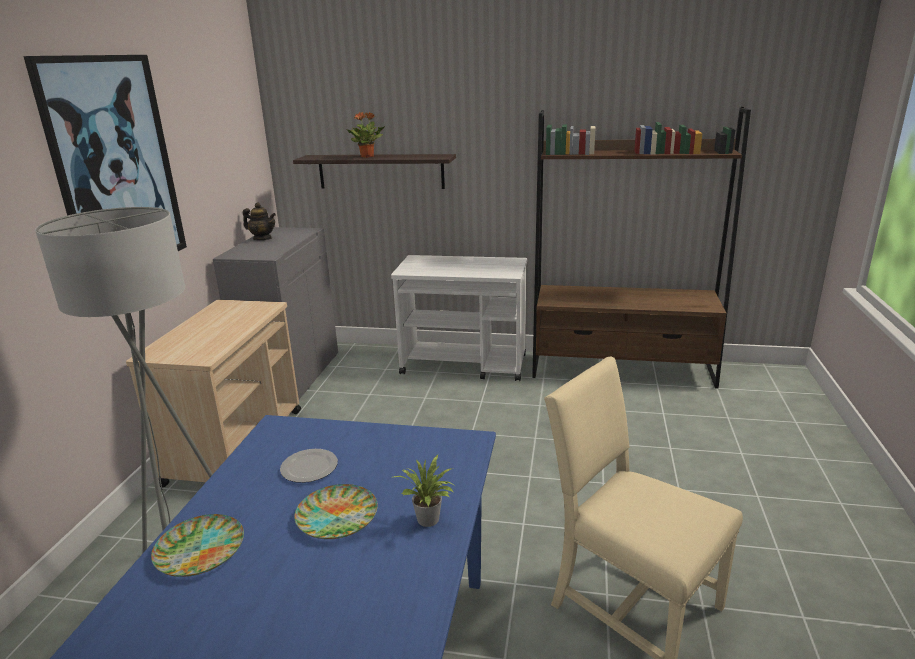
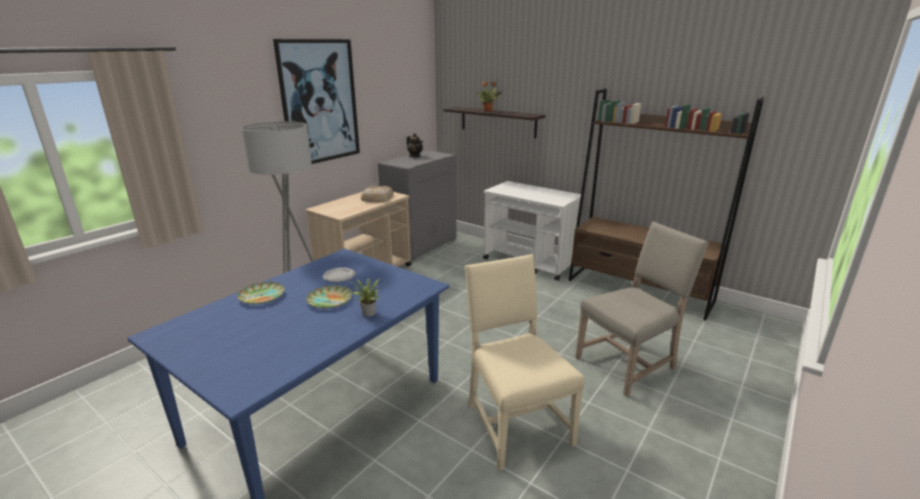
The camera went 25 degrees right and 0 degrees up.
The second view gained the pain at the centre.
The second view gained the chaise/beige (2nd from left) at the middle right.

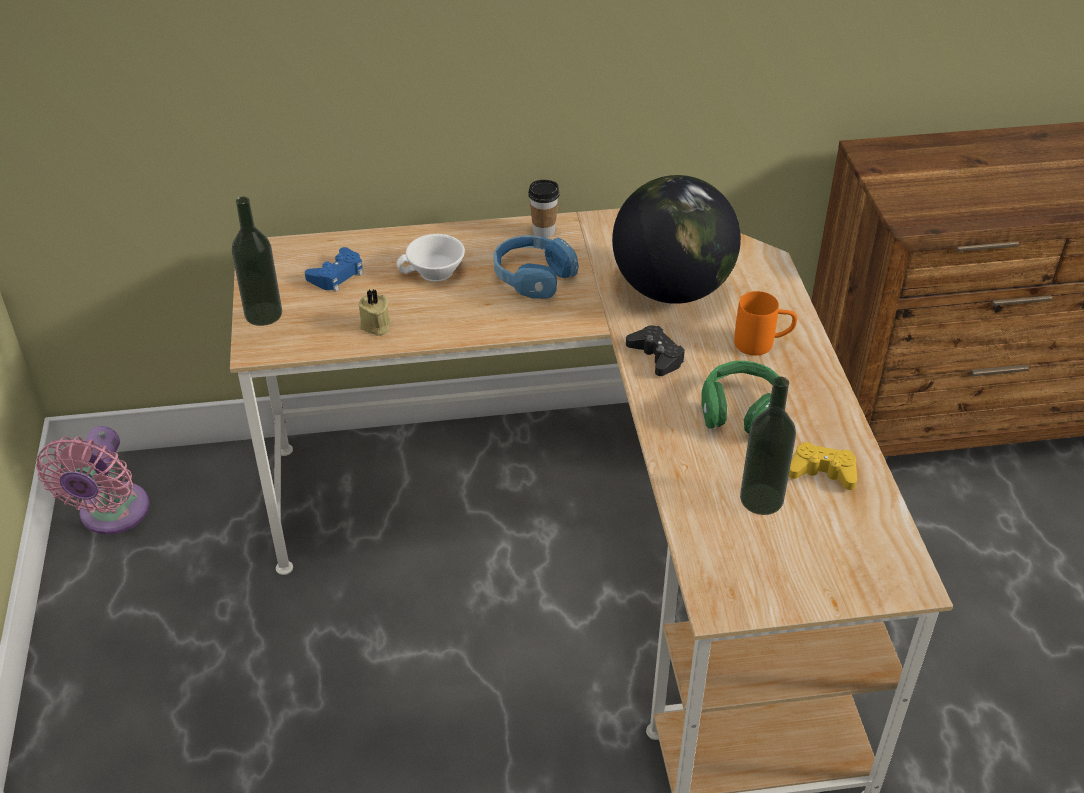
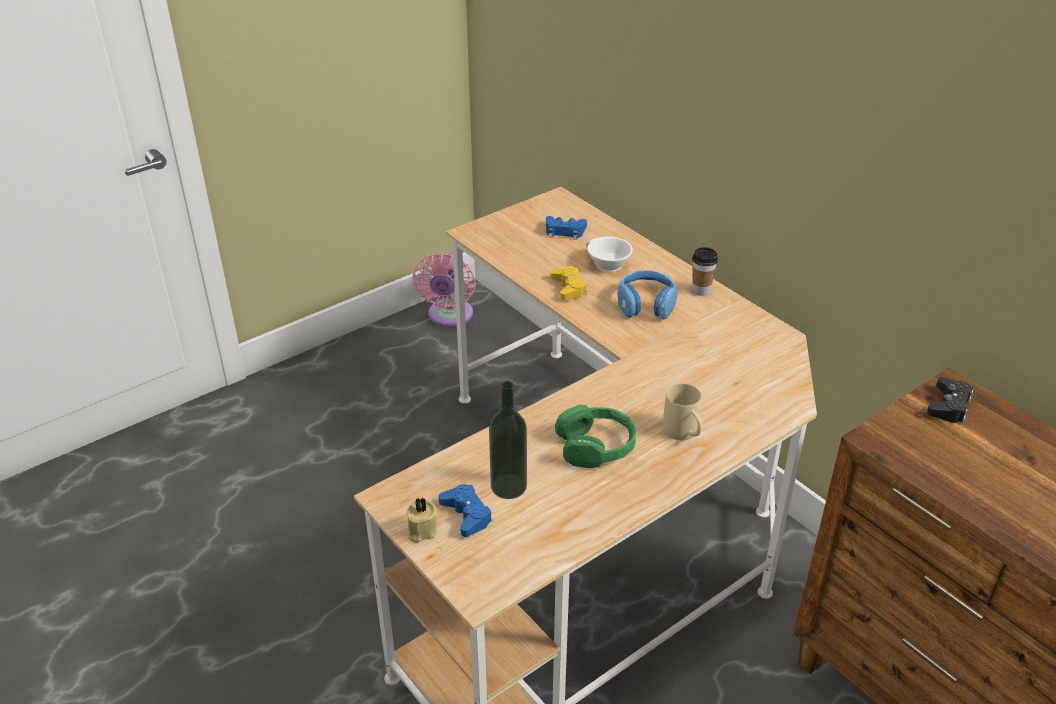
The camera went 60 degrees right and 5 degrees down.
The ventilateur/rose at the middle left ended up facing another way, 60 degrees counterclockwise from before.
The second view lost the bouteille (1st from left) at the top left.
The bougie/beige ended up elsewhere, having gone from the centre to the bottom centre.
The second view lost the globe at the top centre.
The manette/noir ended up elsewhere, having gone from the centre to the middle right.
What was the mug/orange at the middle right turned into the mug/beige at the centre.
The manette/jaune ended up elsewhere, having gone from the middle right to the centre.
The second view gained the manette/bleu (1st from left) at the bottom centre.

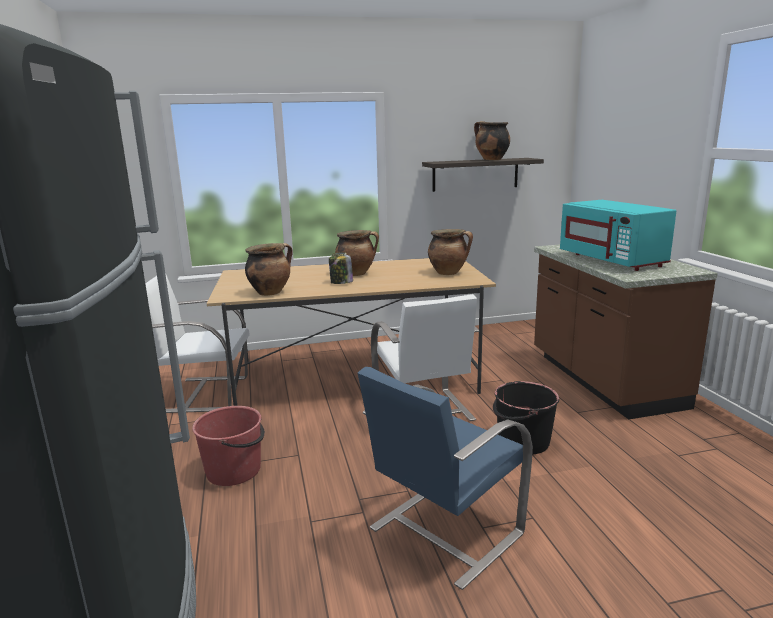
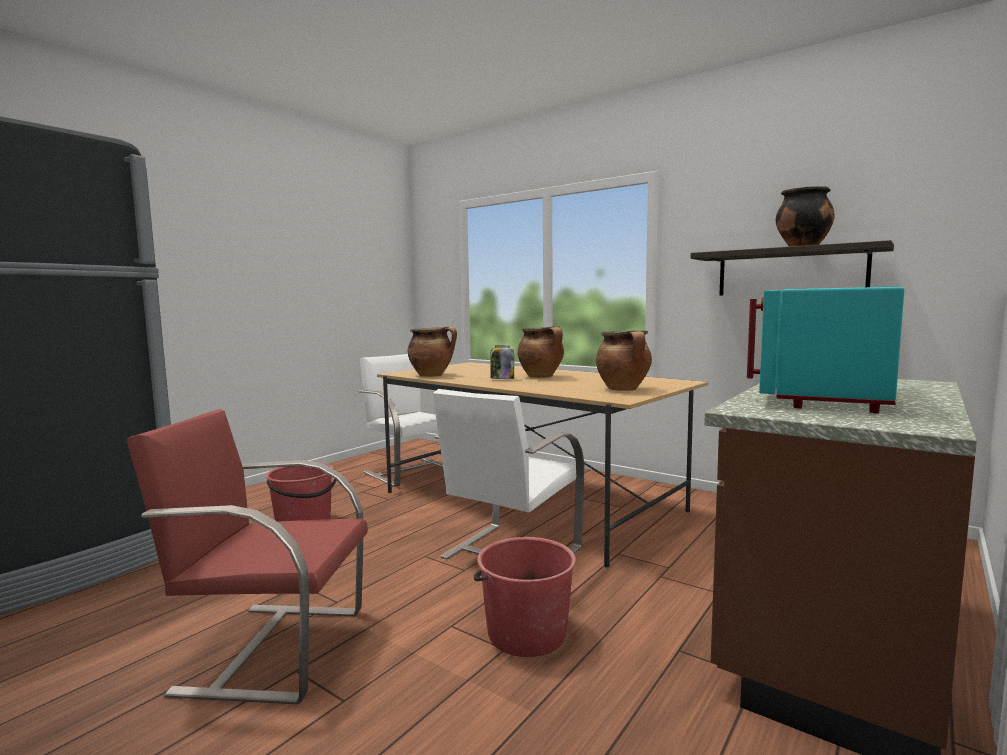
The camera went 50 degrees right and 10 degrees down.
What was the chaise/bleu at the bottom centre turned into the chaise/rouge at the bottom left.
What was the seau/noir at the bottom right turned into the seau/rouge (2nd from left) at the bottom centre.

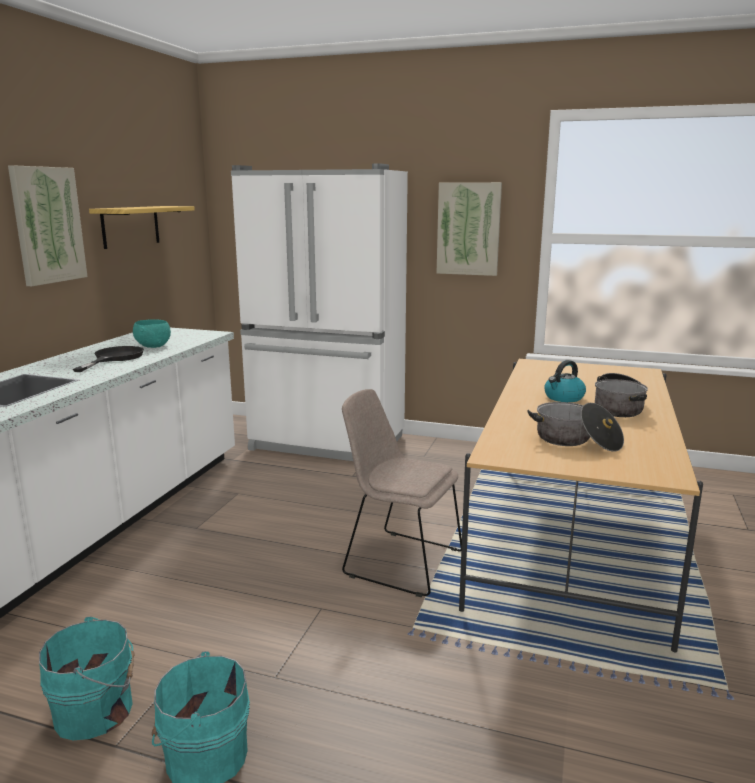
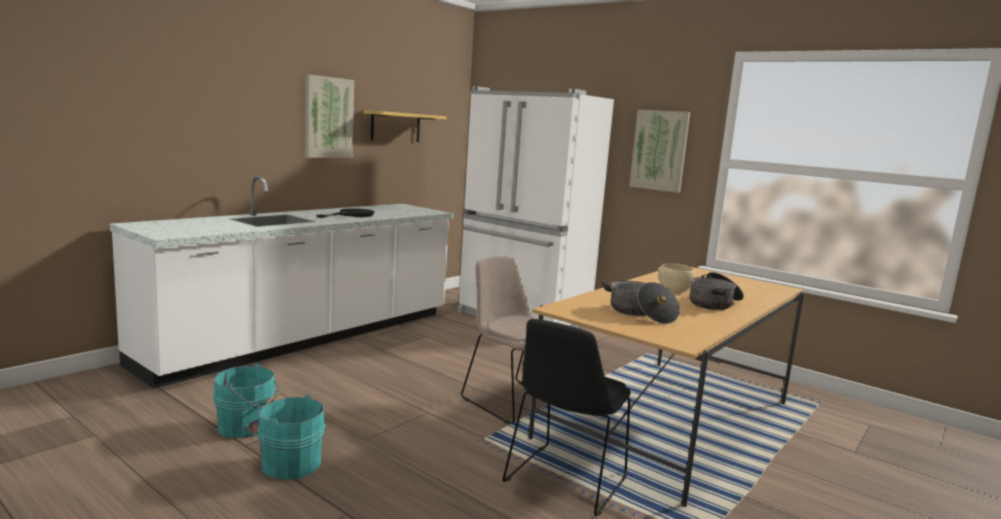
The camera went 20 degrees right and 5 degrees down.
The second view lost the bol/turquoise at the middle left.
Where the bouilloire stood at the middle right, the bol/beige came to stand at the middle right.
The second view gained the chaise/noir at the bottom centre.

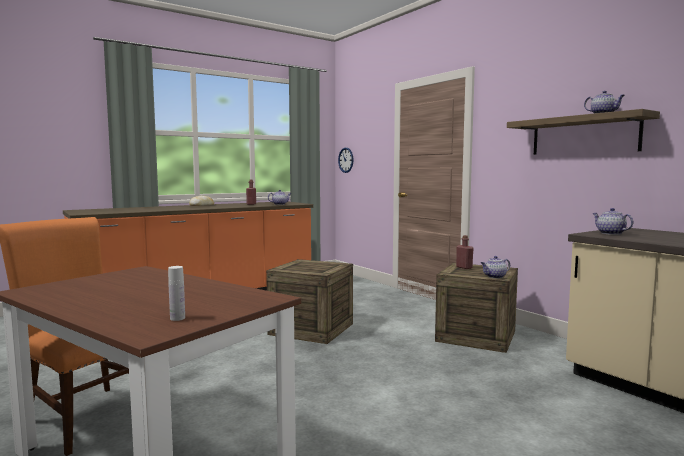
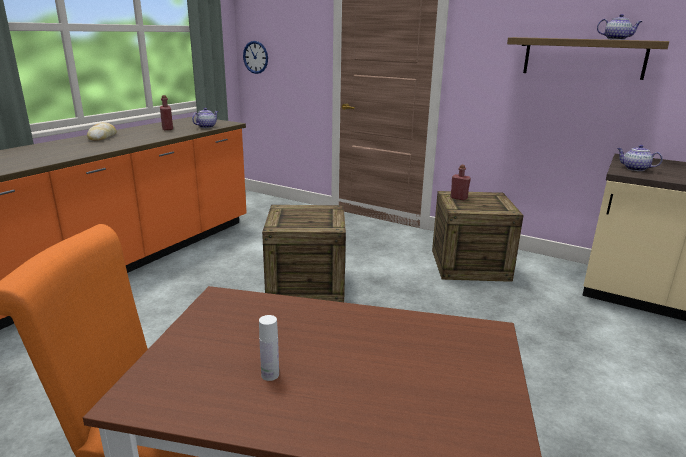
The camera went 25 degrees left and 15 degrees up.
The bouteille/blanc ended up elsewhere, having gone from the middle left to the bottom centre.
The second view lost the théière (2nd from left) at the middle right.

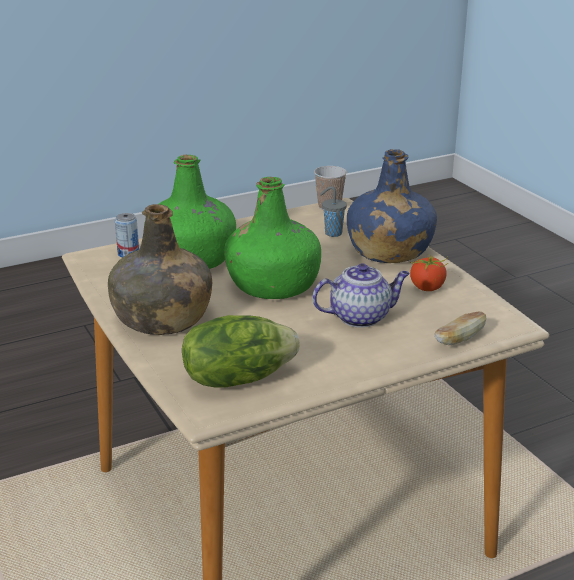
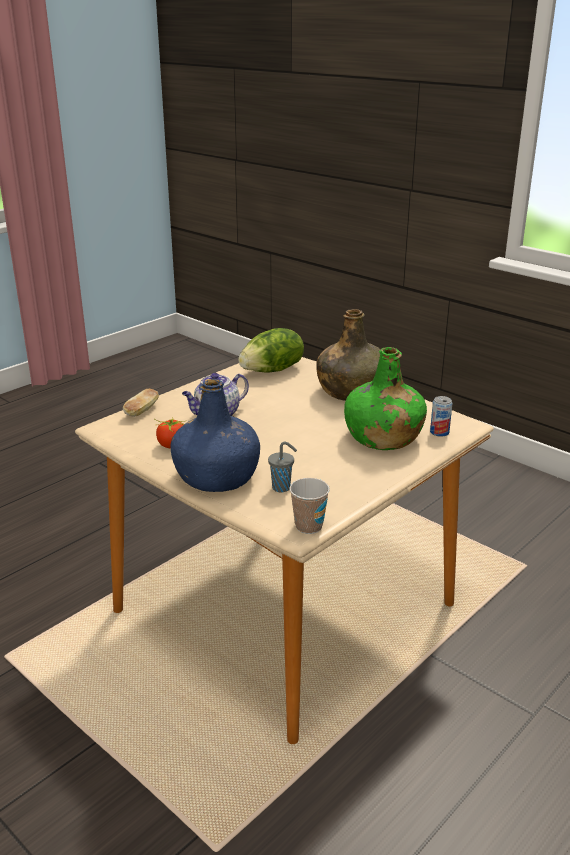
The camera went 160 degrees right and 0 degrees up.
The second view lost the bouteille/vert (3rd from left) at the centre.

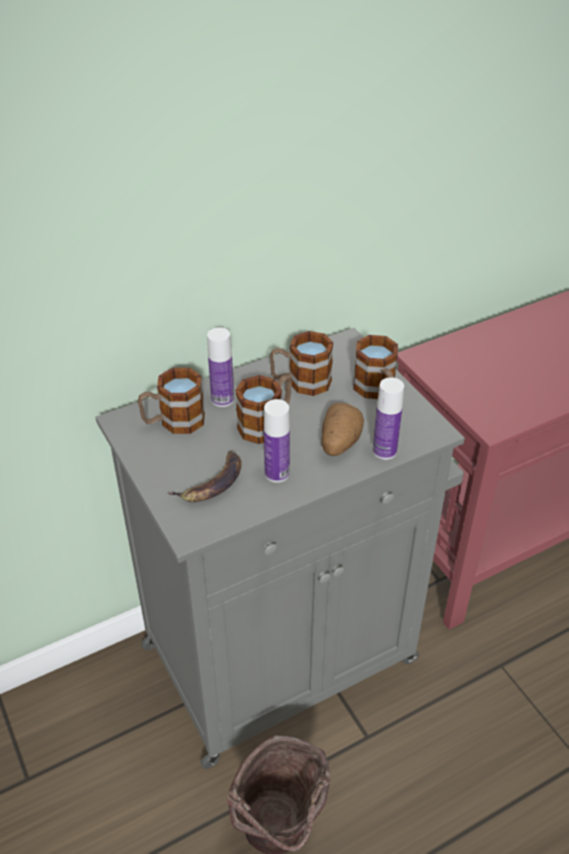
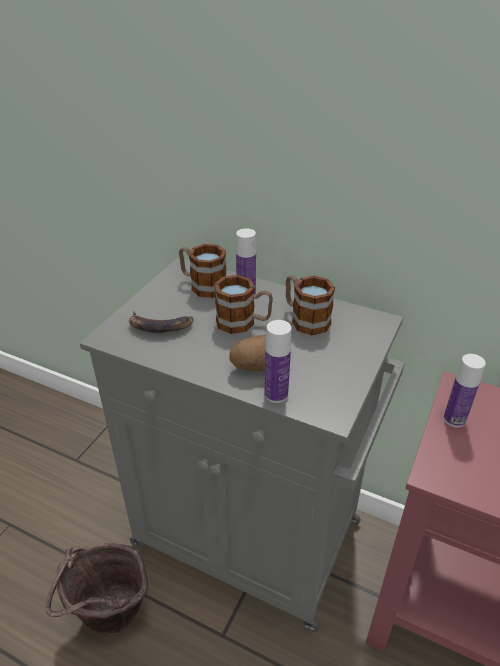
The camera went 55 degrees right and 5 degrees down.
The bouteille (2nd from left in the first image) ended up elsewhere, having gone from the centre to the middle right.
The second view lost the mug (4th from left) at the centre.

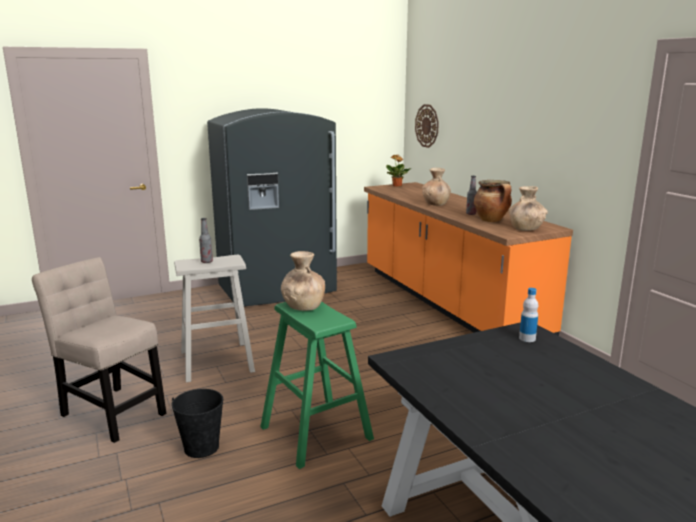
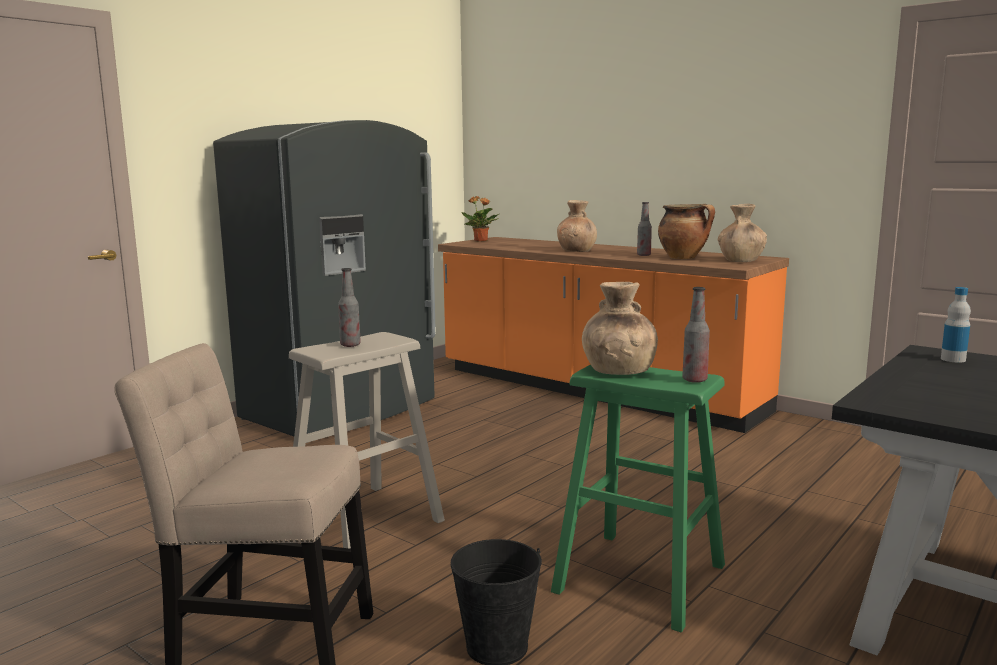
The camera went 25 degrees left and 5 degrees down.
The second view lost the horloge murale at the top centre.
The second view gained the bouteille (3rd from left) at the middle right.

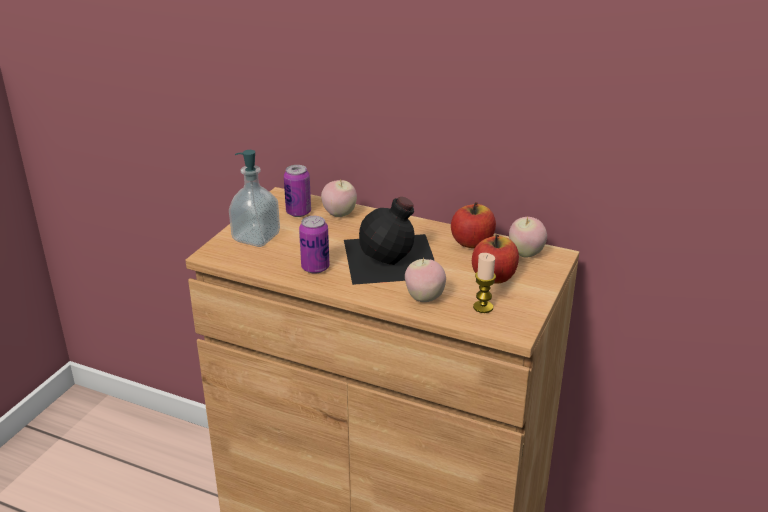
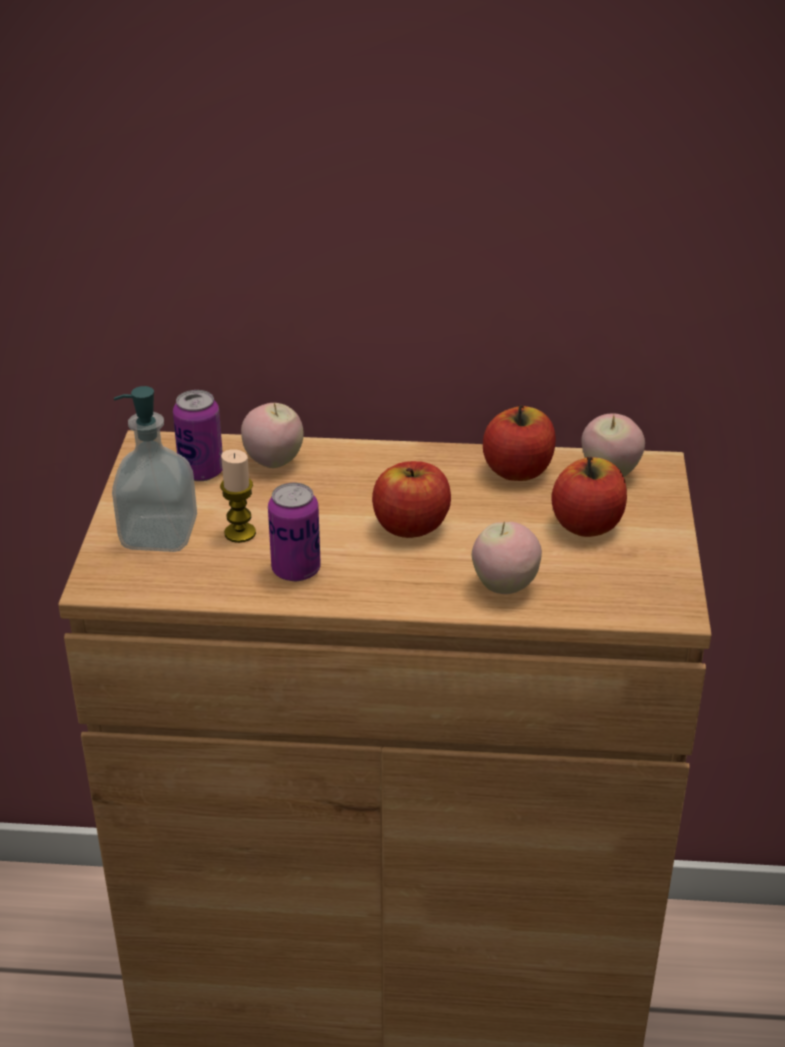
The camera went 20 degrees left and 5 degrees up.
Where the bouteille/noir stood at the centre, the pomme (2nd from left) came to stand at the centre.
The bougie ended up elsewhere, having gone from the centre to the middle left.

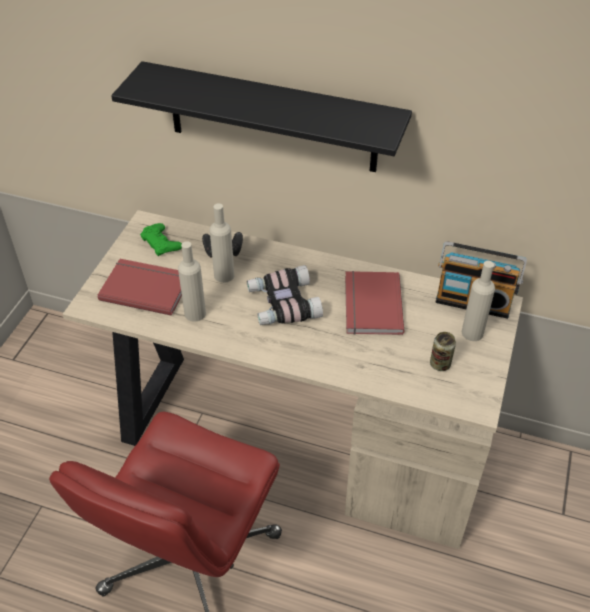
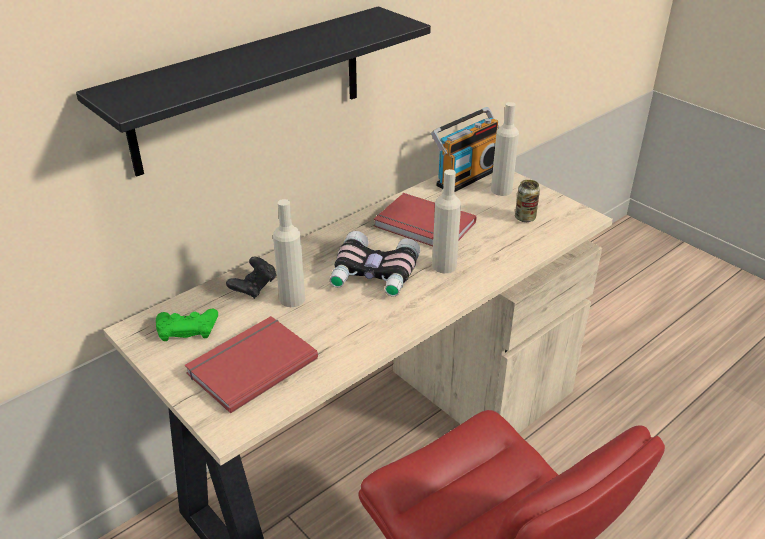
The camera went 60 degrees left and 10 degrees down.
The bouteille/beige (1st from left in the first image) ended up elsewhere, having gone from the middle left to the centre.

